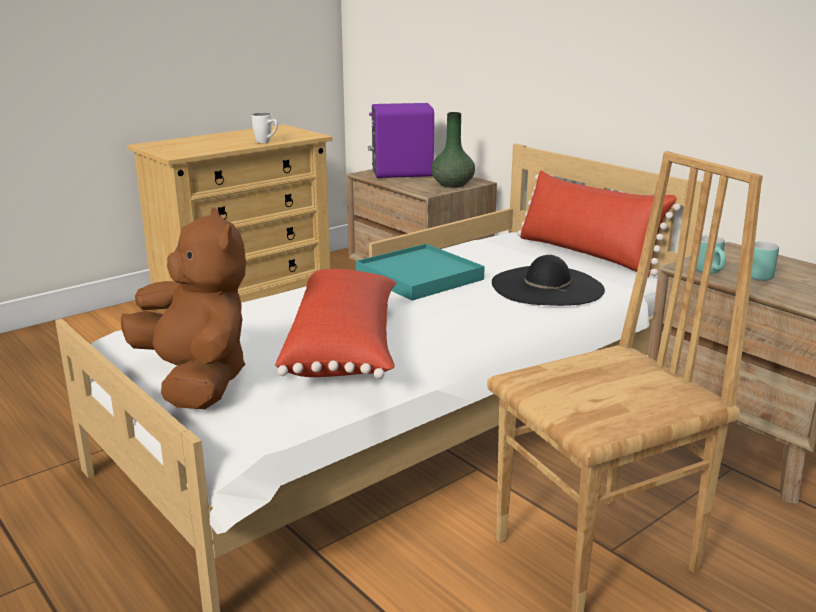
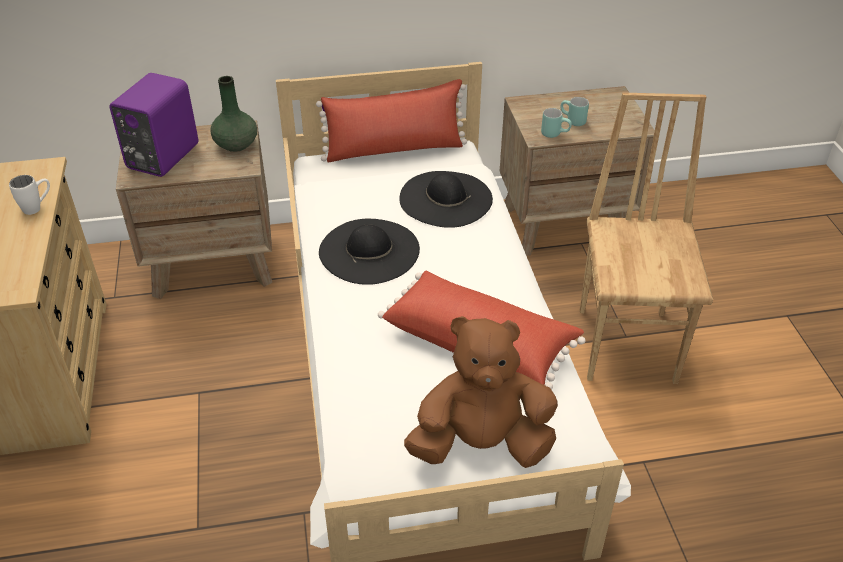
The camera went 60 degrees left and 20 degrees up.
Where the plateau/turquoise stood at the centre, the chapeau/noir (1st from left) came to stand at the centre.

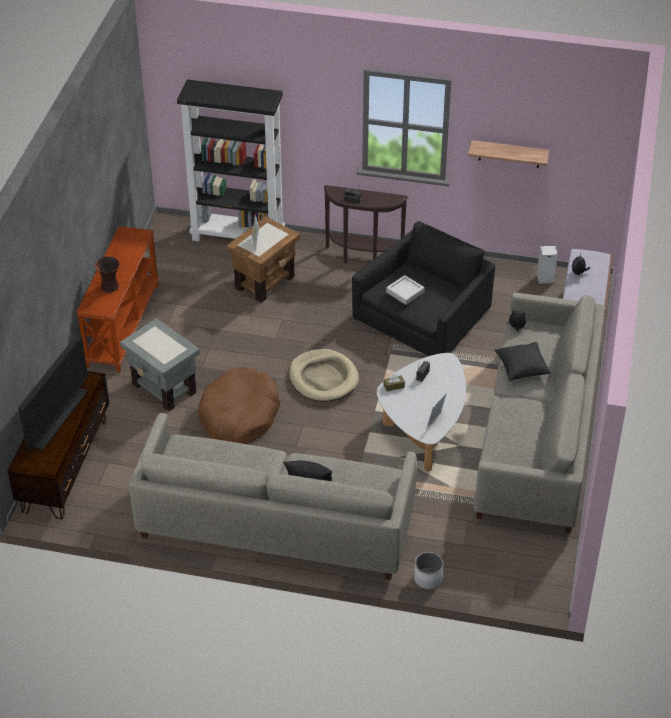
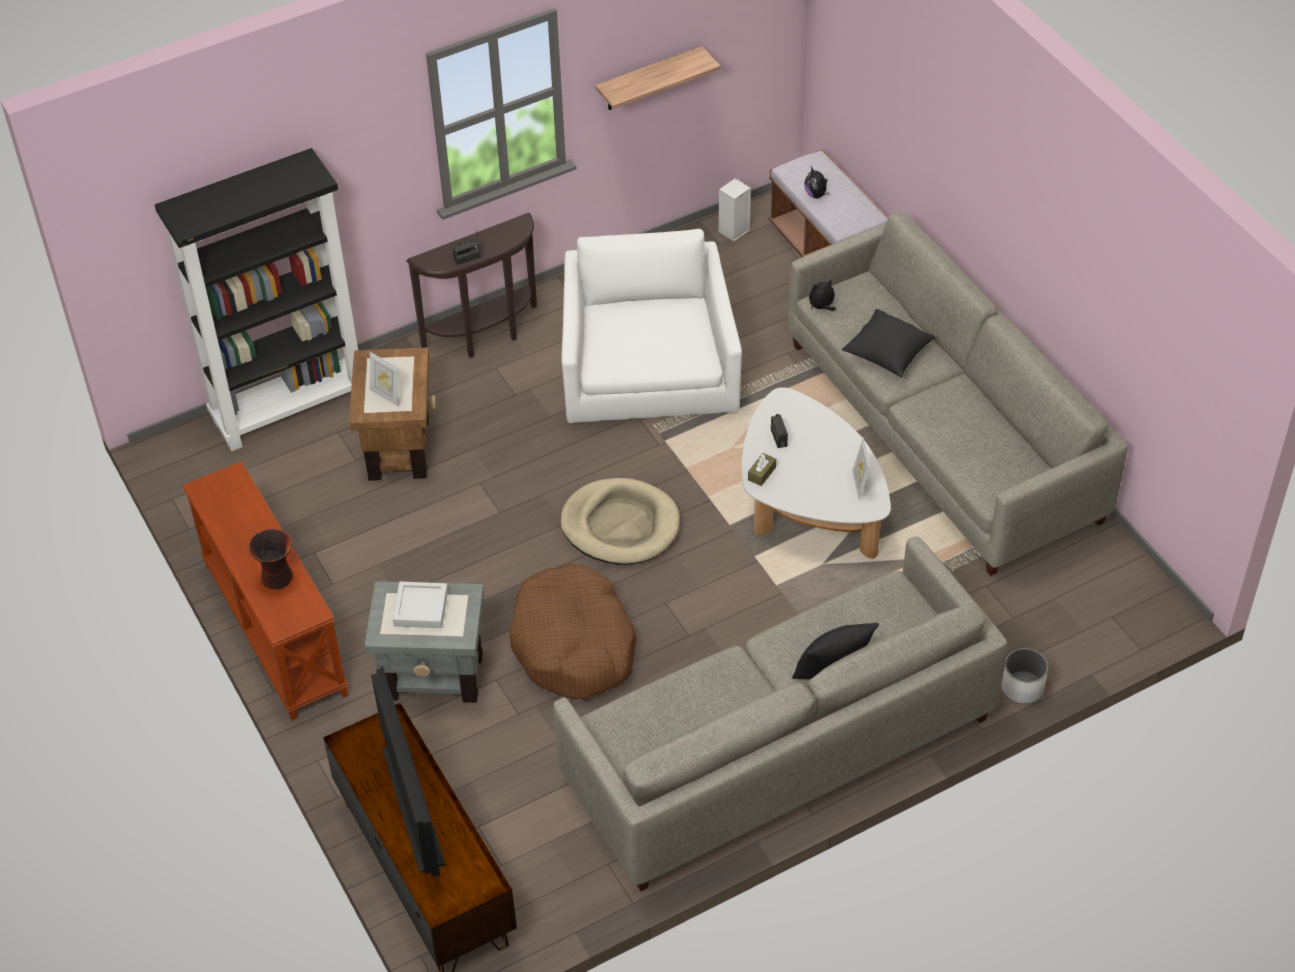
The camera went 40 degrees left and 5 degrees up.
What was the fauteuil/noir at the centre turned into the fauteuil/blanc at the centre.
The plateau/gris ended up elsewhere, having gone from the centre to the middle left.

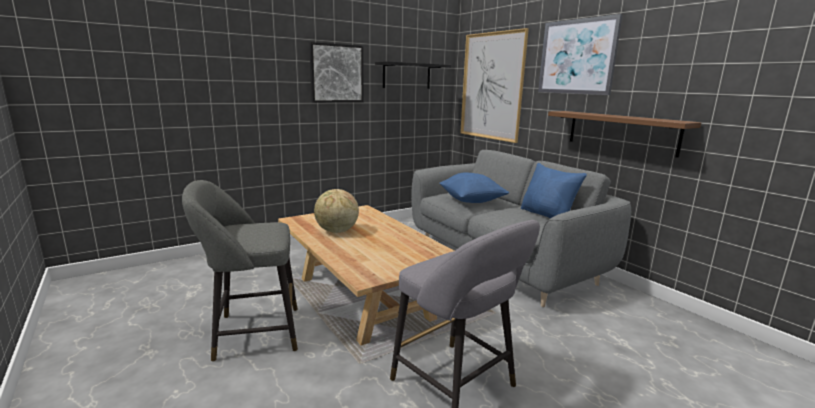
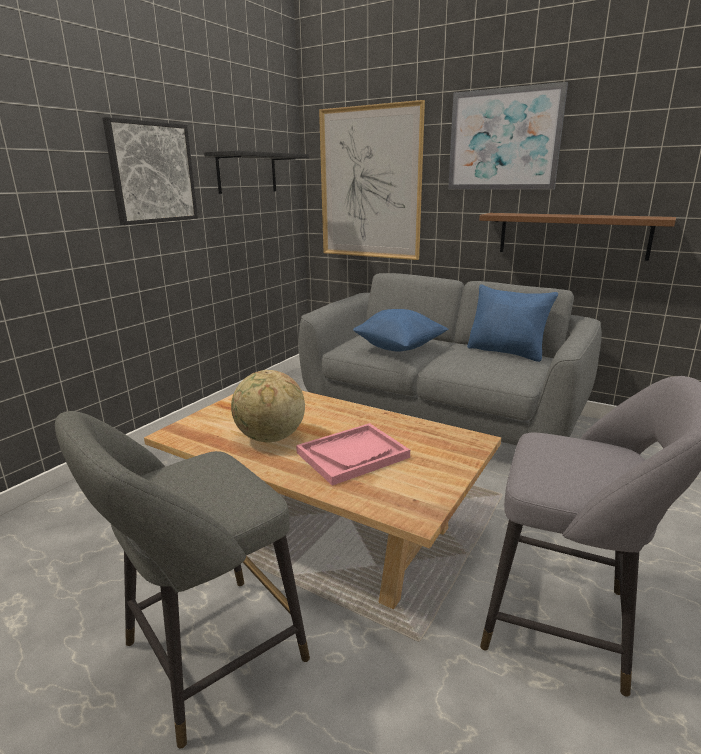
The camera went 25 degrees left and 5 degrees up.
The second view gained the plateau/rose at the centre.

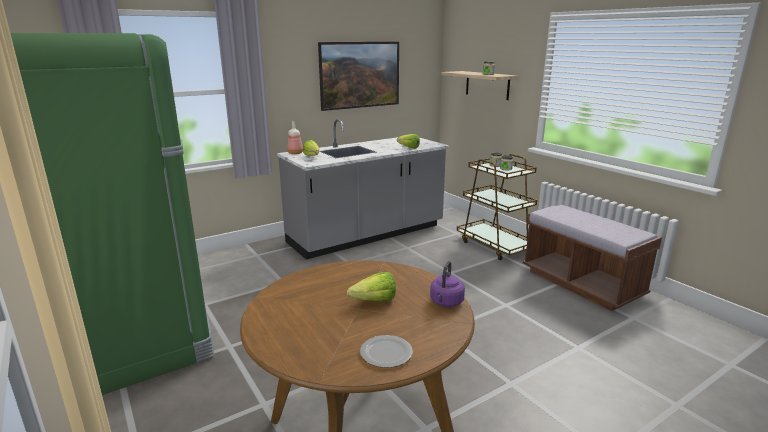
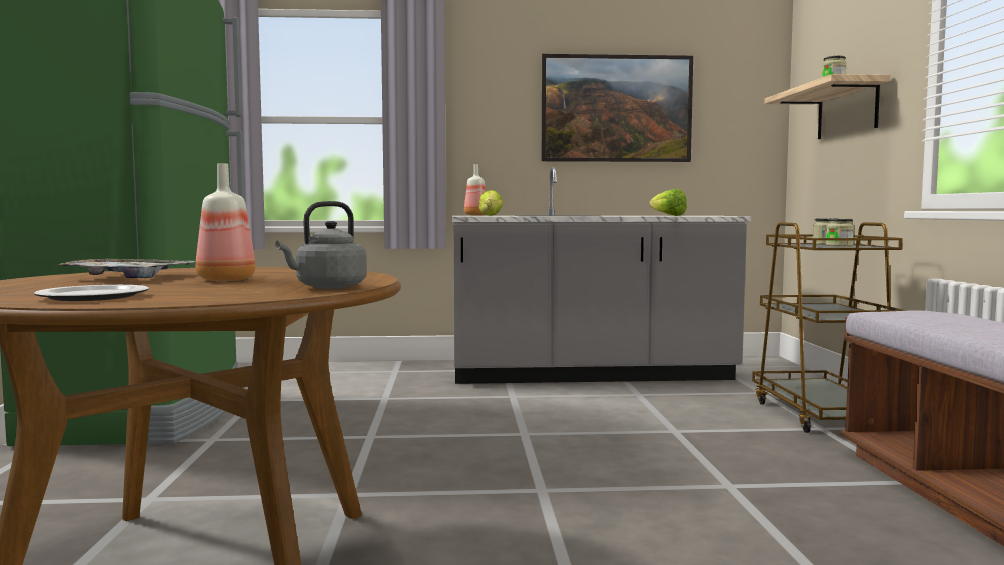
The camera went 30 degrees right and 15 degrees down.
Where the laitue (2nd from left) stood at the centre, the bouteille (1st from left) came to stand at the middle left.
What was the bouilloire/violet at the centre turned into the bouilloire/gris at the middle left.
The second view gained the plateau at the middle left.

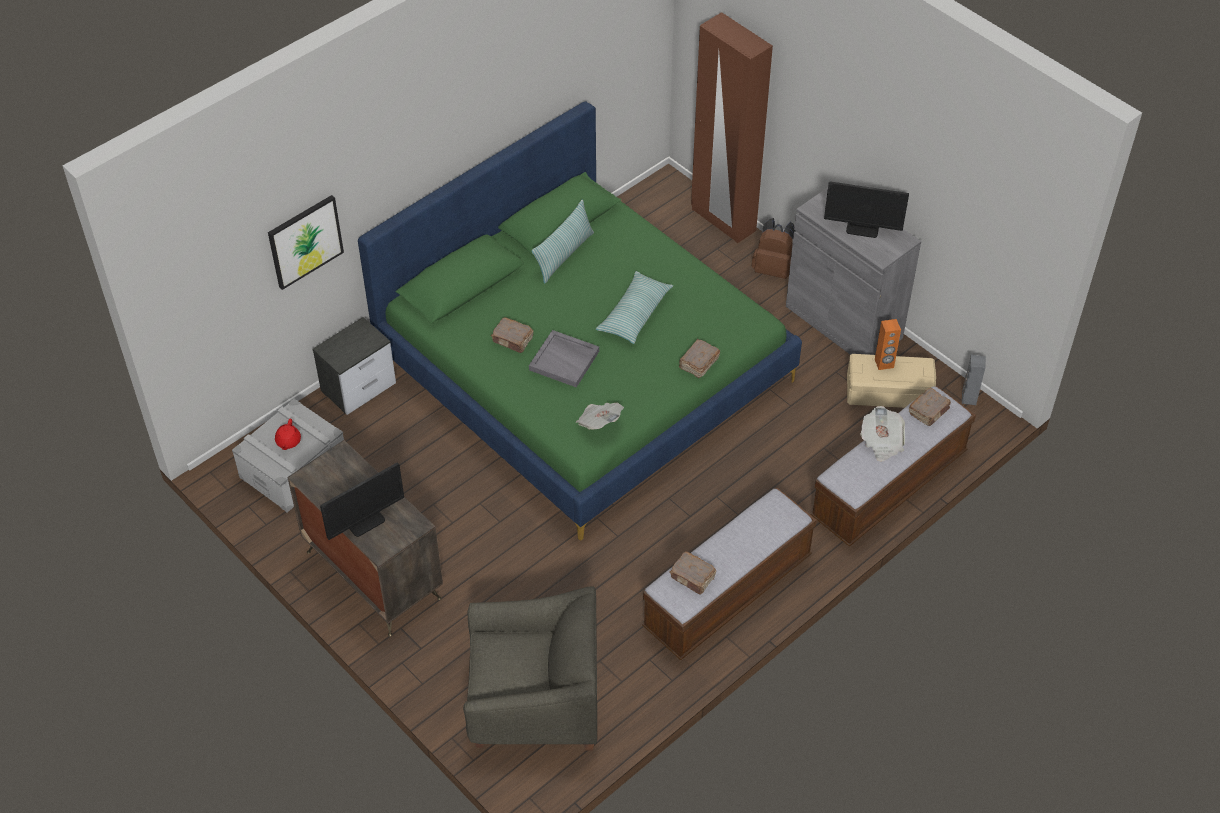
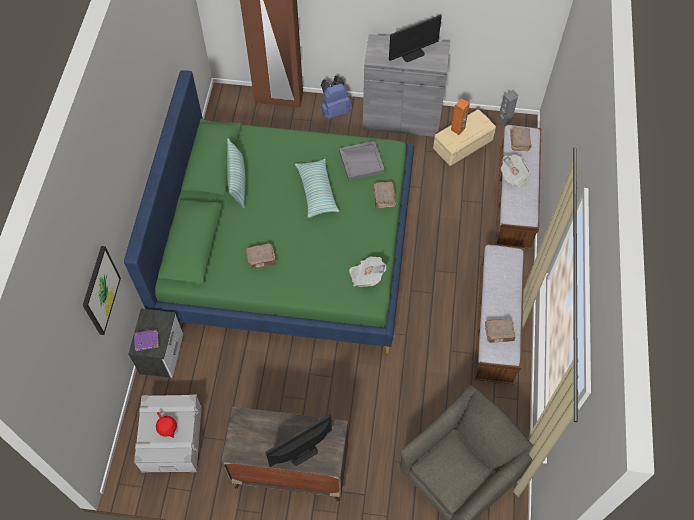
The camera went 40 degrees left and 10 degrees up.
The écran d'ordinateur (1st from left) at the middle left ended up facing another way, 135 degrees counterclockwise from before.
The plateau/gris ended up elsewhere, having gone from the centre to the top centre.
What was the sac à dos/marron at the top centre turned into the sac à dos/bleu at the top centre.
The second view gained the livre/violet at the middle left.

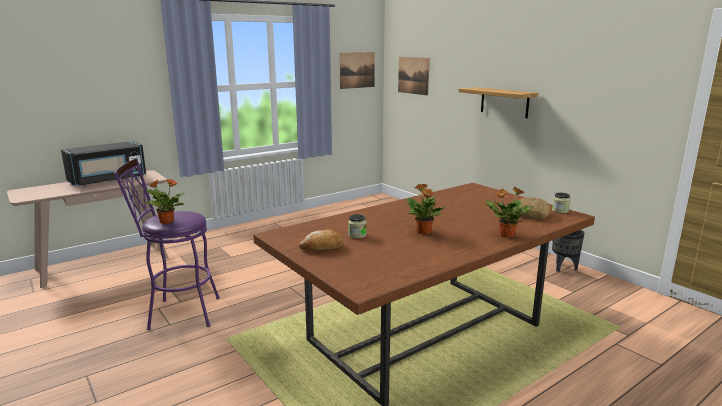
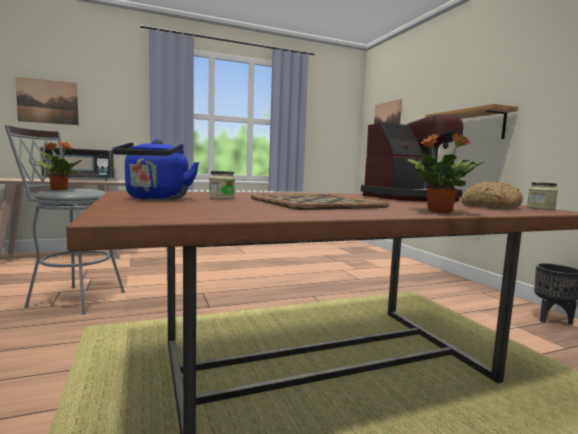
The camera went 15 degrees right and 10 degrees down.
What was the tabouret/violet at the middle left turned into the tabouret/gris at the middle left.
Where the pain (1st from left) stood at the centre, the bouilloire/bleu came to stand at the middle left.
The tableau (1st from left) ended up elsewhere, having gone from the top centre to the top left.
Where the plante en pot (2nd from left) stood at the centre, the plateau came to stand at the centre.
The second view gained the machine à café at the middle right.

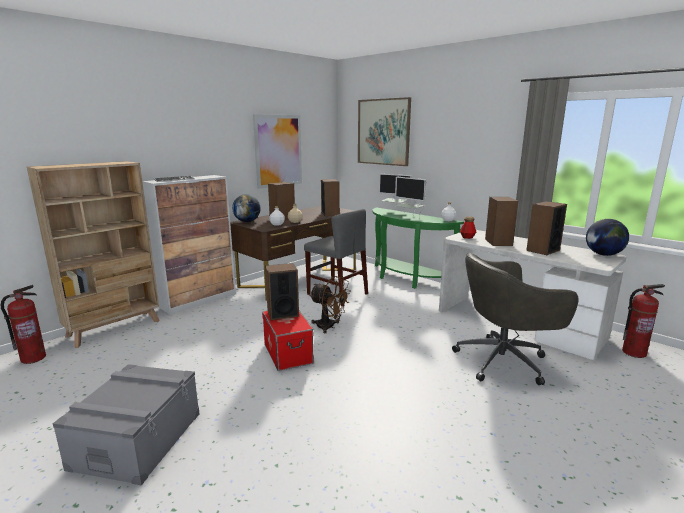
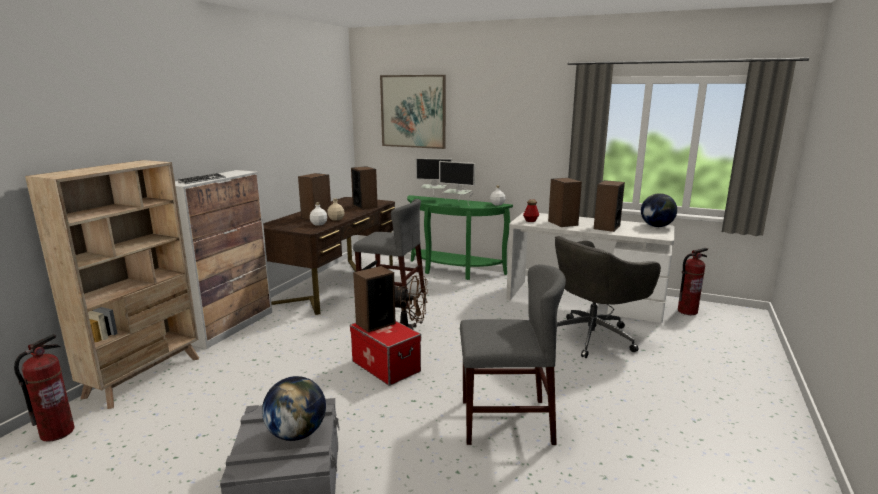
The camera went 20 degrees left and 0 degrees up.
The globe (1st from left) ended up elsewhere, having gone from the centre to the bottom centre.
The second view lost the tableau (1st from left) at the top centre.
The second view gained the chaise/gris (2nd from left) at the bottom centre.

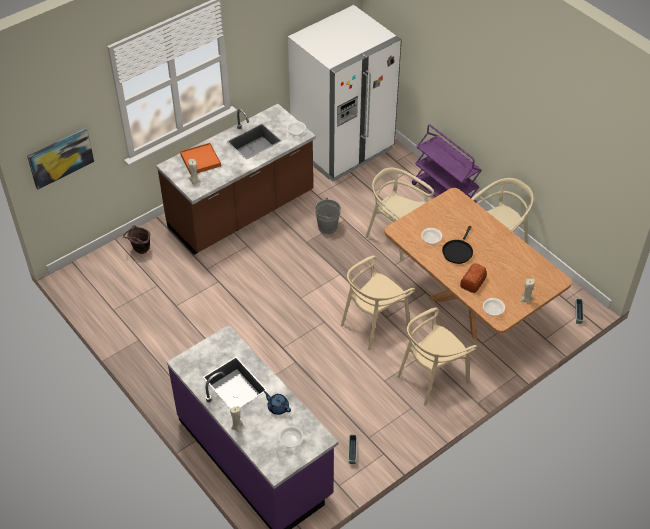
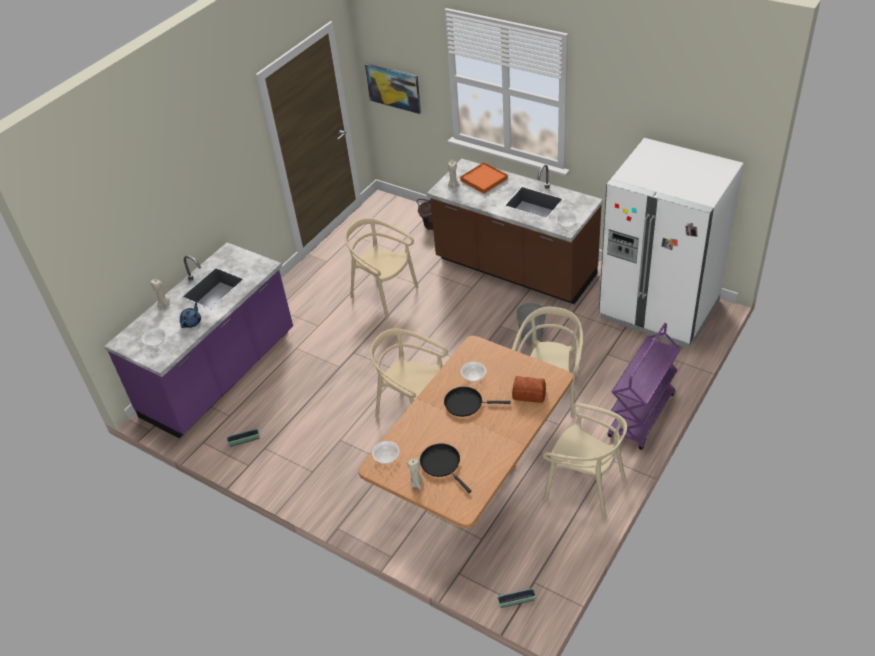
The camera went 75 degrees right and 5 degrees down.
The chaise/beige (3rd from left in the first image) ended up elsewhere, having gone from the bottom right to the centre.
The pain ended up elsewhere, having gone from the middle right to the centre.
The second view gained the poêle/noir (1st from left) at the bottom centre.

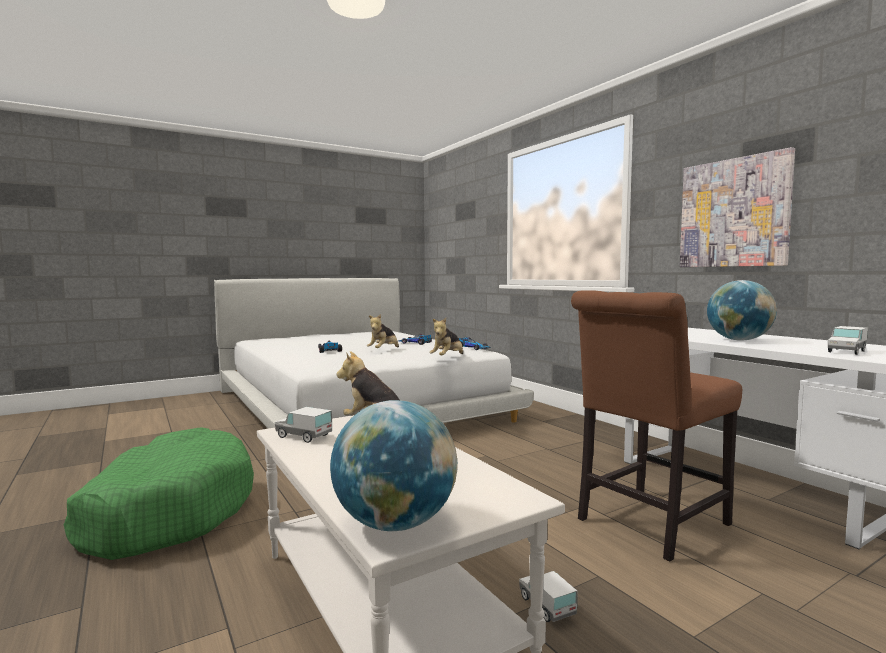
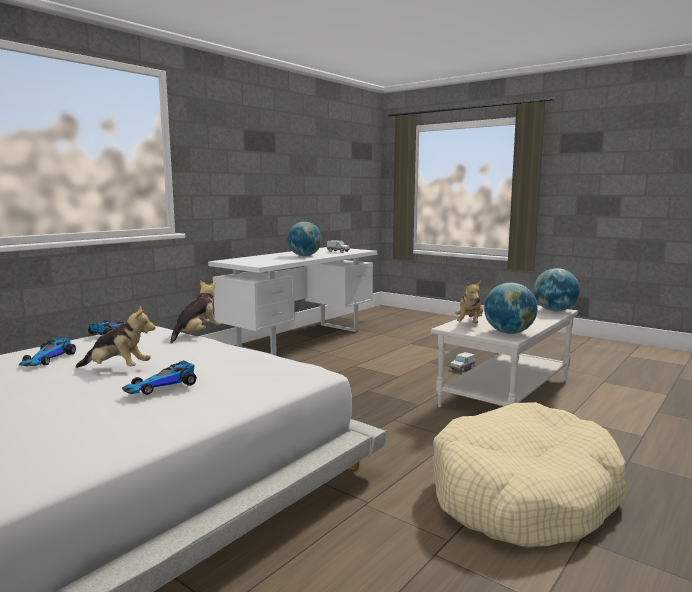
The camera went 110 degrees left and 5 degrees up.
What was the panier pour chien/vert at the bottom left turned into the panier pour chien/beige at the bottom right.
Where the camion jouet (1st from left) stood at the centre, the globe (2nd from left) came to stand at the middle right.
The peluche (3rd from left in the first image) at the centre ended up facing another way, 75 degrees counterclockwise from before.
The second view lost the chaise/marron at the middle right.
The second view lost the tableau at the top right.

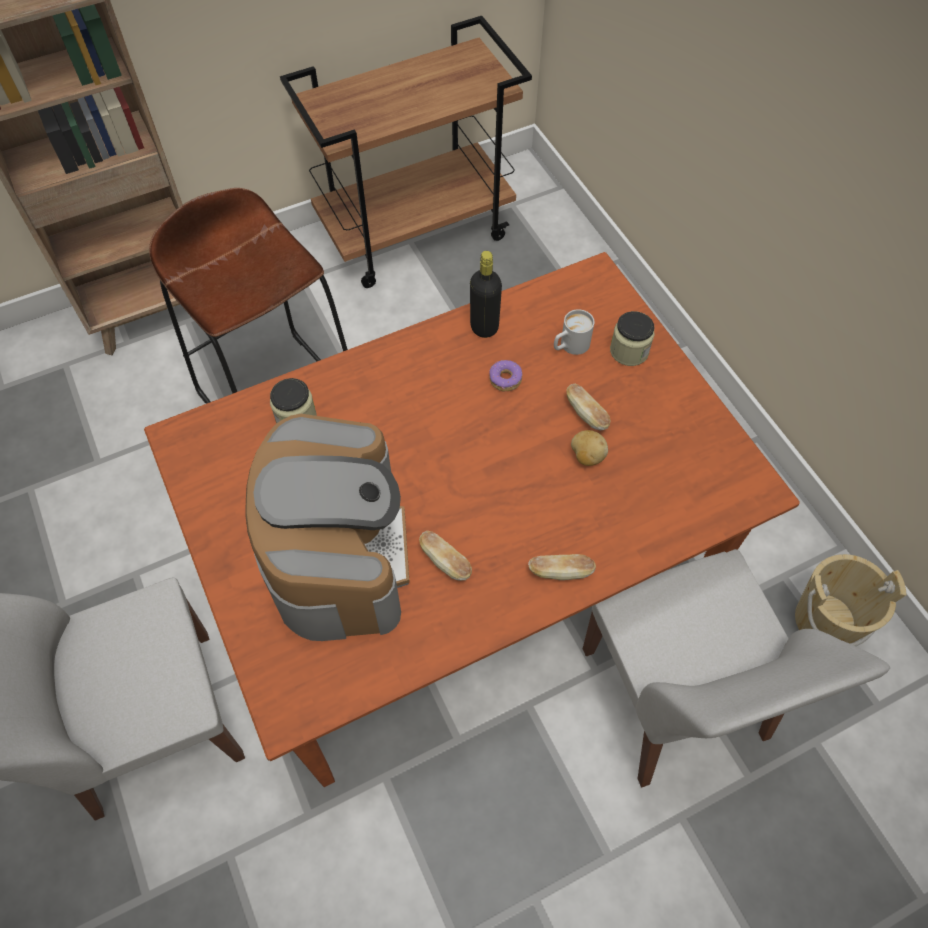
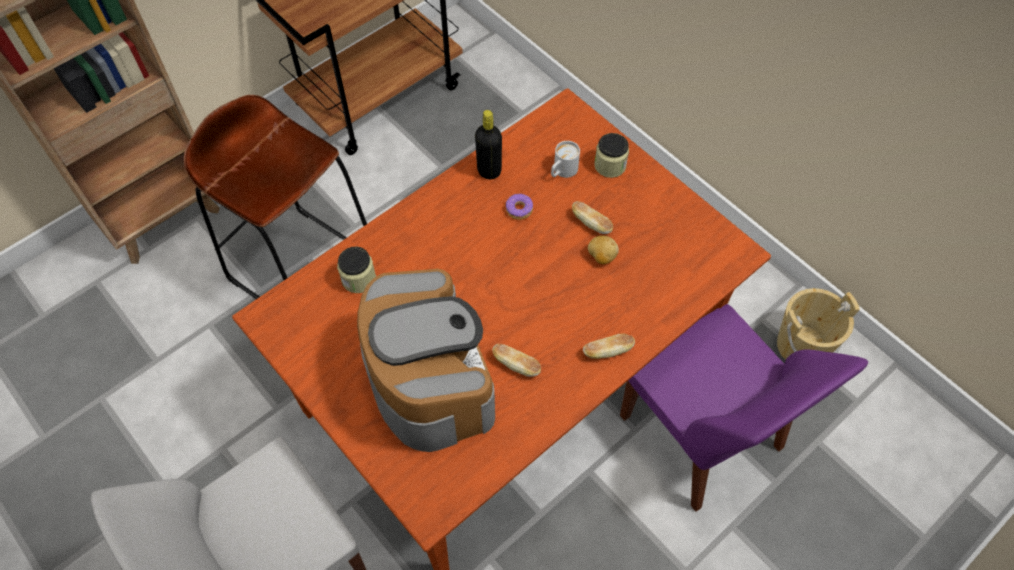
The camera went 15 degrees left and 0 degrees up.
What was the chaise/blanc (2nd from left) at the bottom right turned into the chaise/violet at the bottom right.

